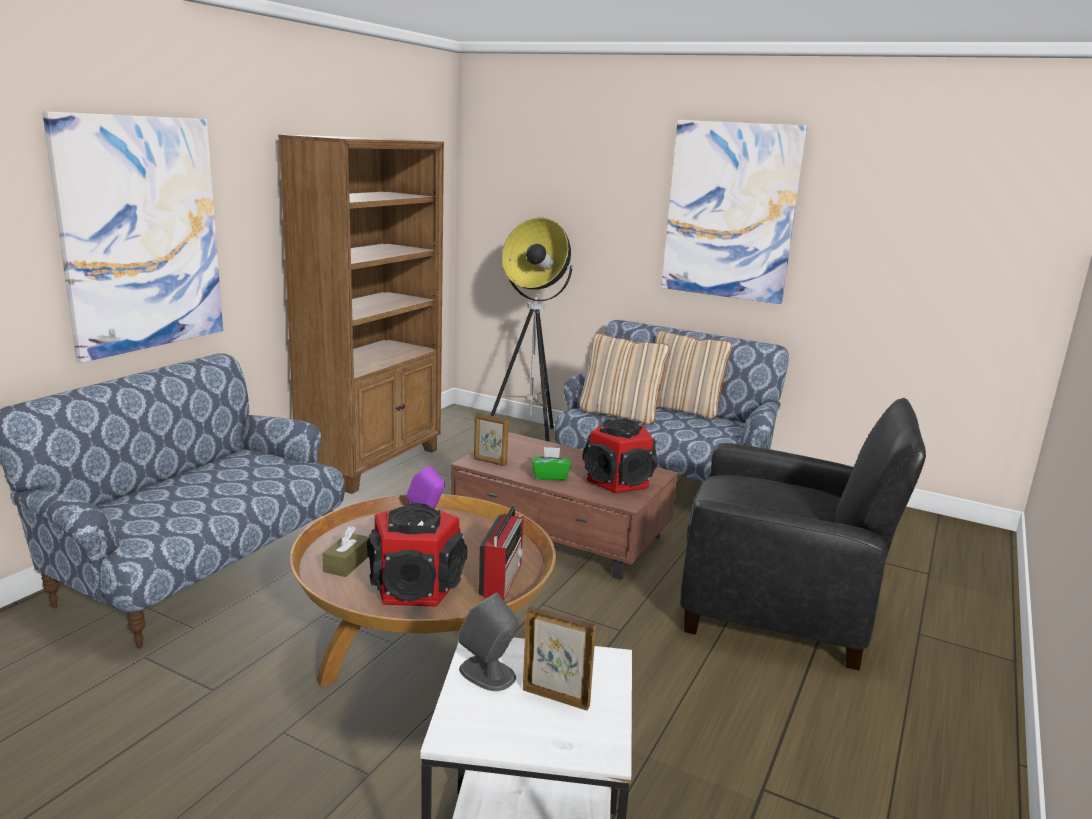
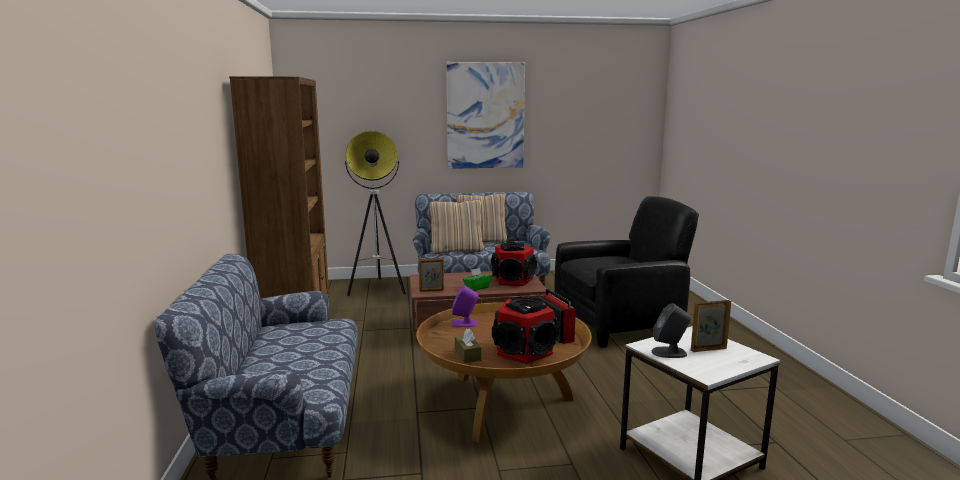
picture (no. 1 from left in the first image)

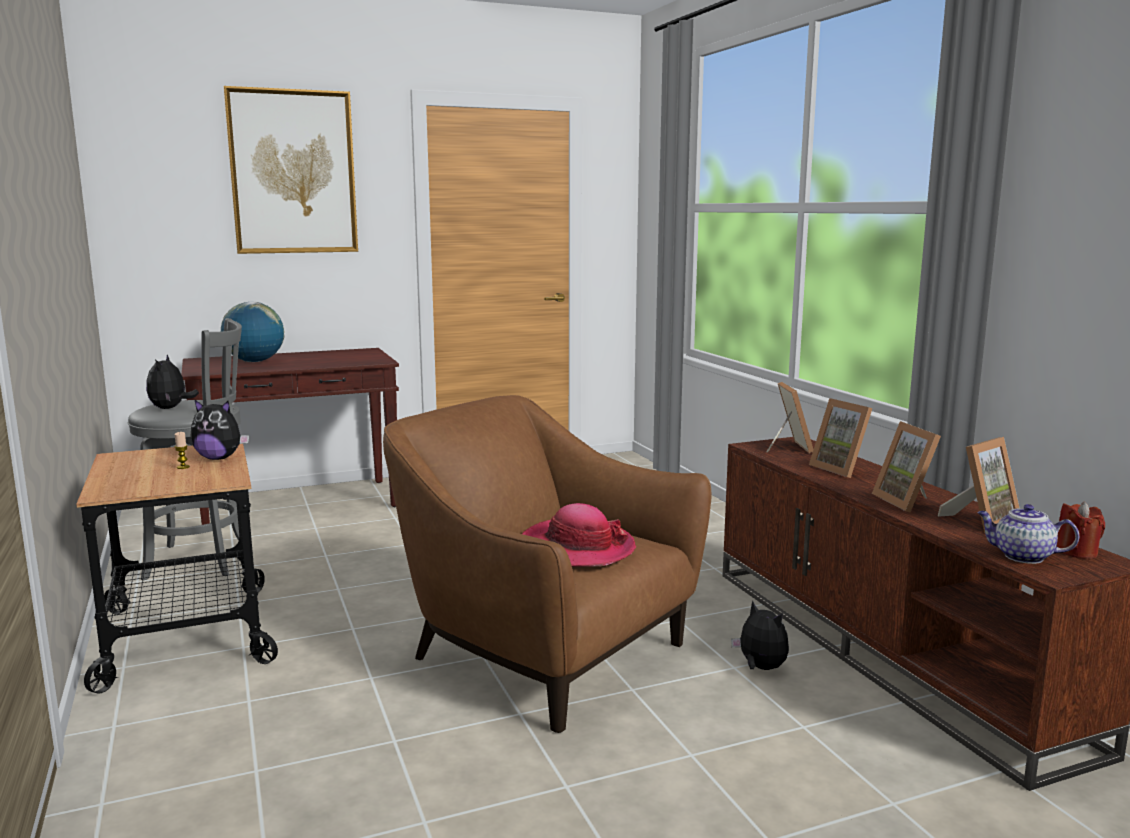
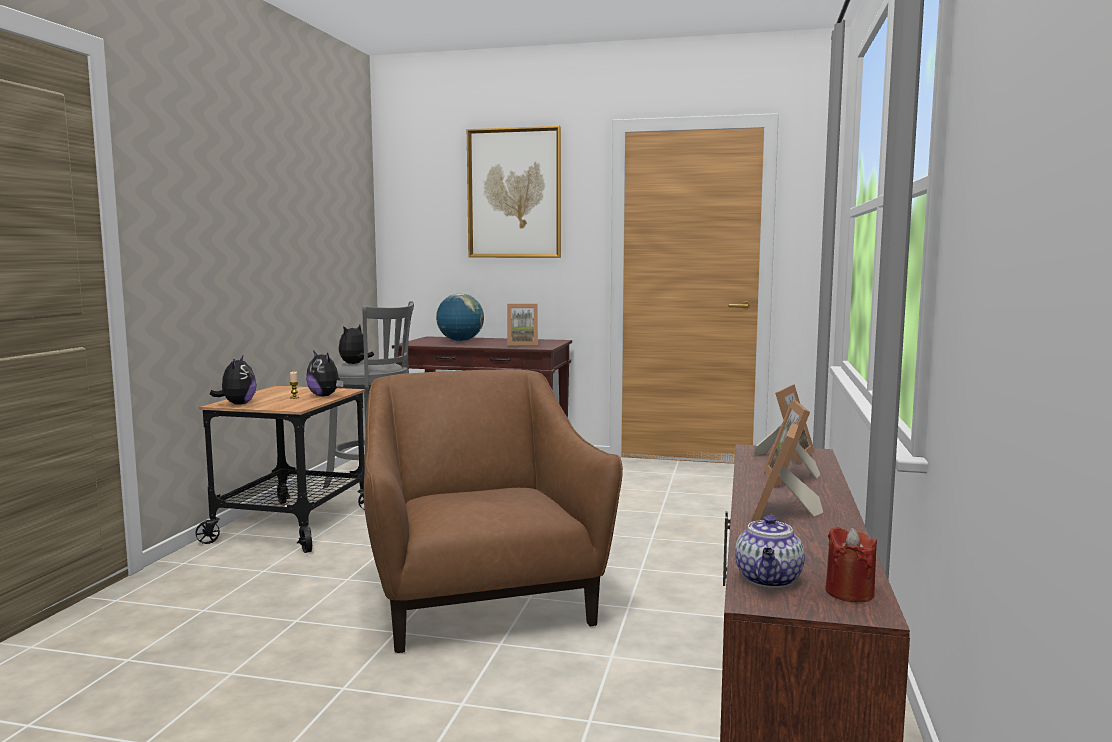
wearable hat
cuddly toy (no. 1 from left)
standing frame (no. 1 from left)
tea pot

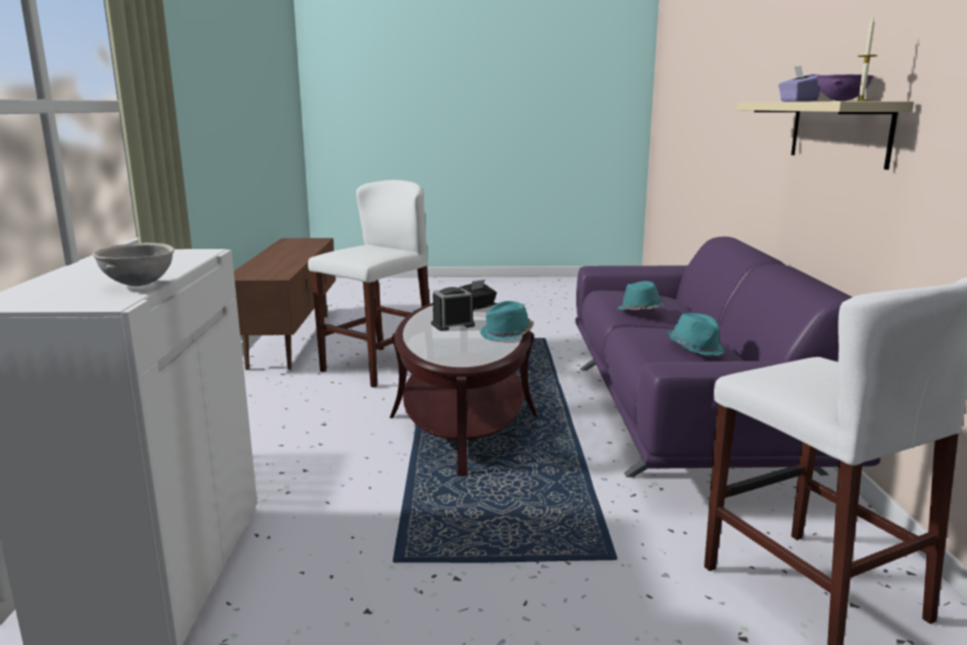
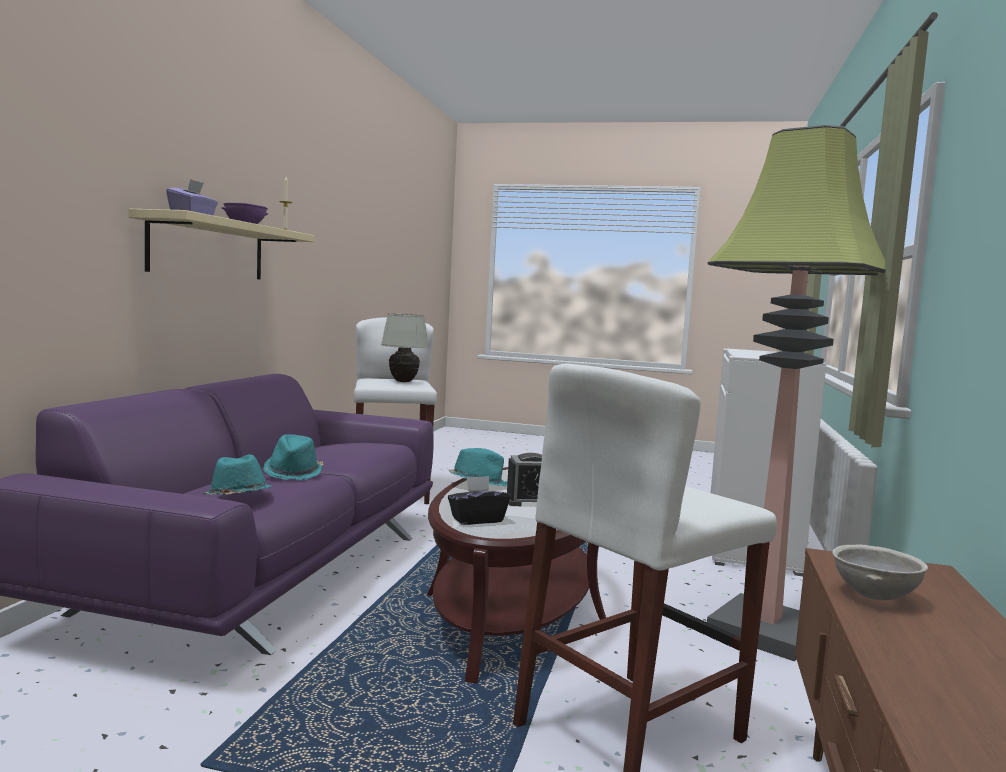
white lamp for a table
standing lamp
greyish deep dish
turquoise-coloured wearable hat (no. 1 from left)

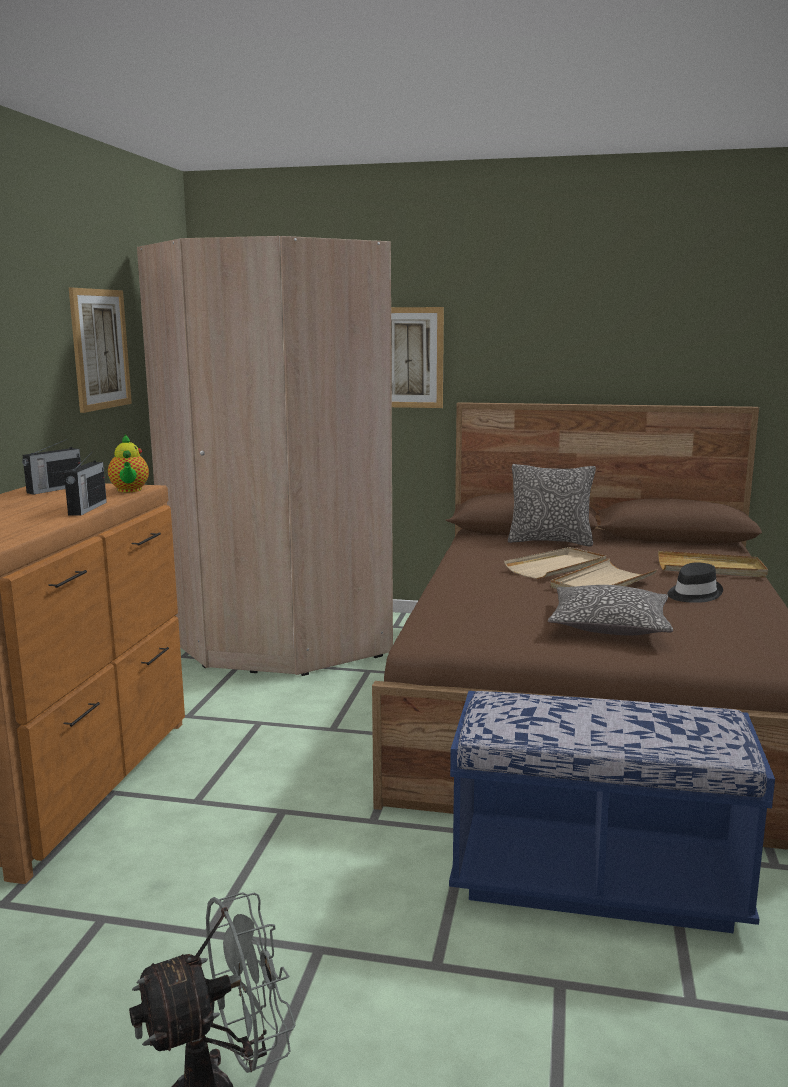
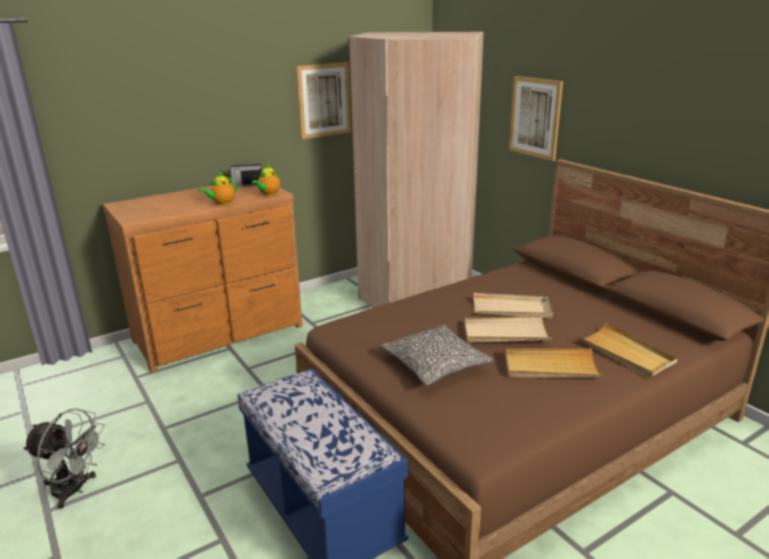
throw pillow (no. 1 from left in the first image)
tea pot (no. 1 from left)
beige-coloured serving tray (no. 3 from left)

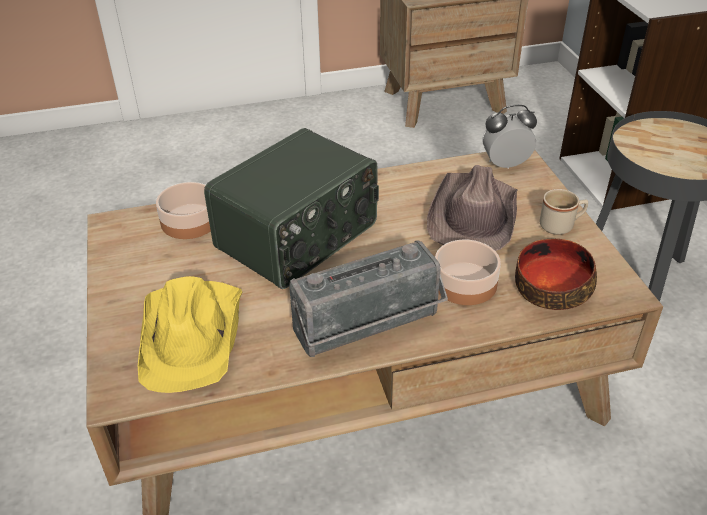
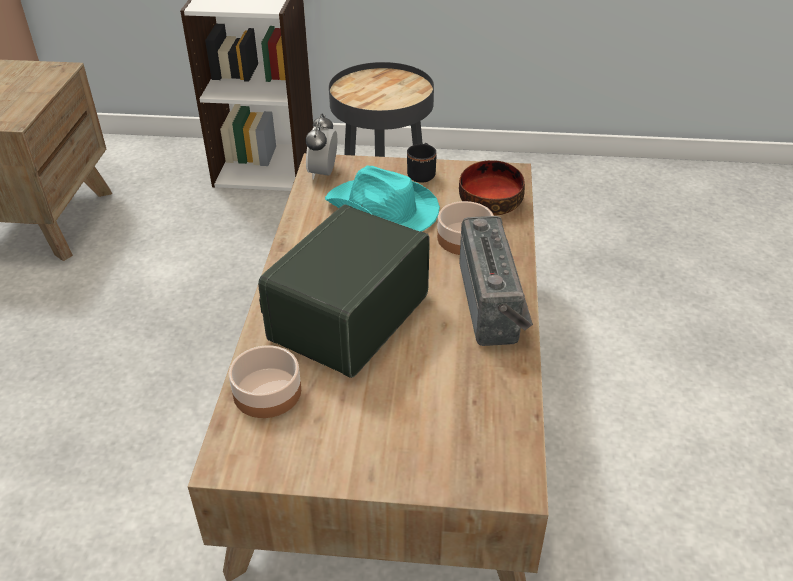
yellowish wearable hat
turquoise-coloured wearable hat
black mug
radio set (no. 1 from left)

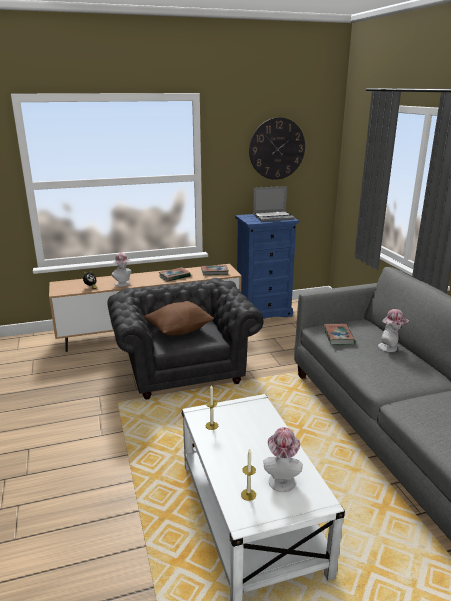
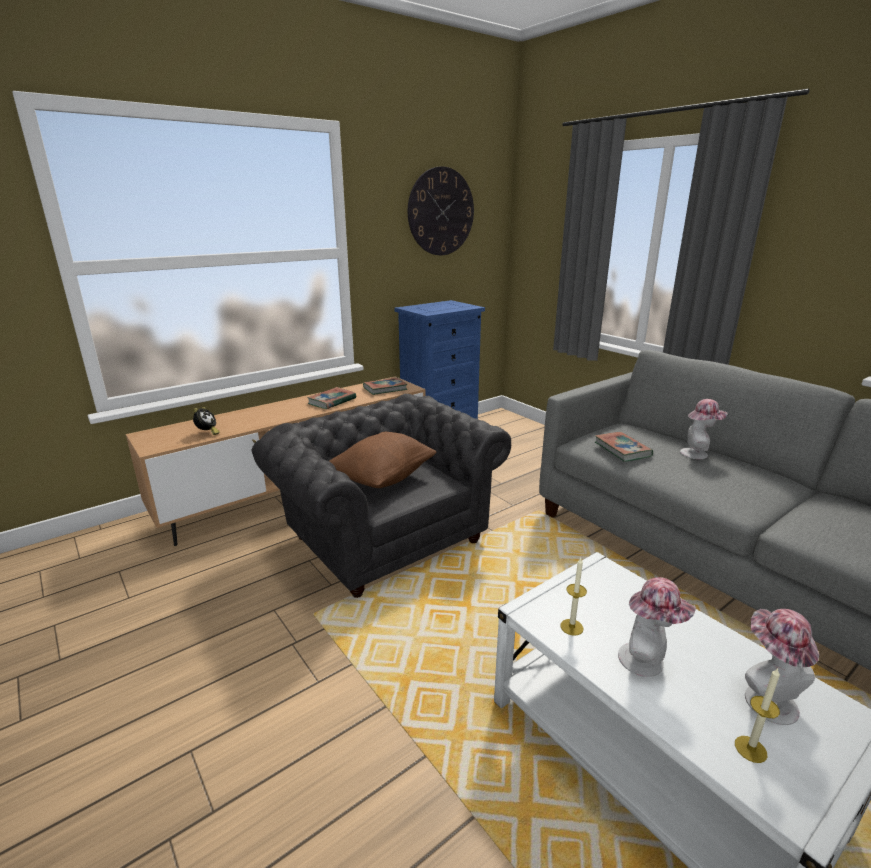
portable computer
wearable hat (no. 1 from left)

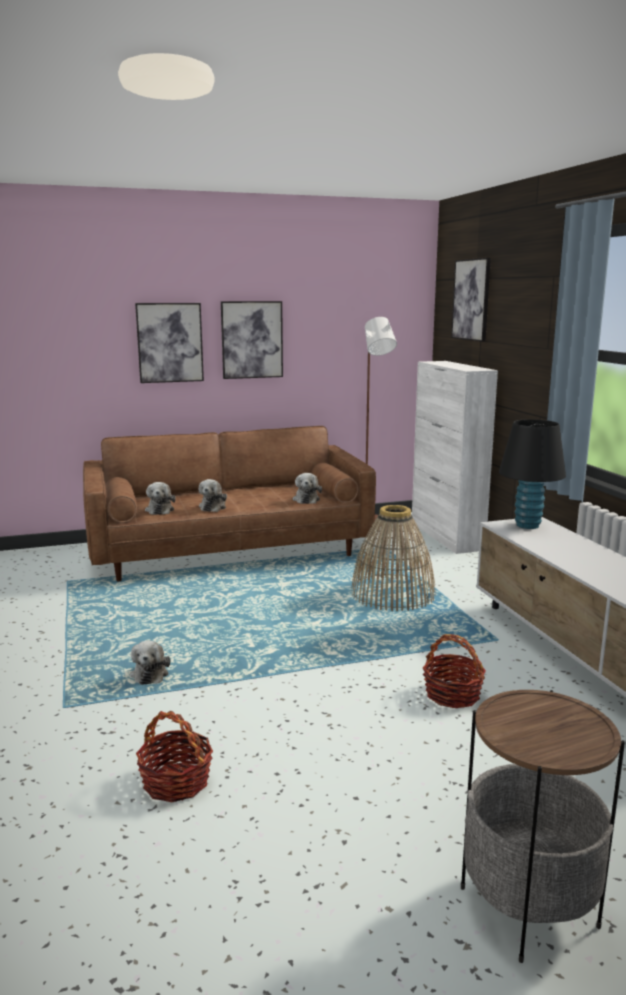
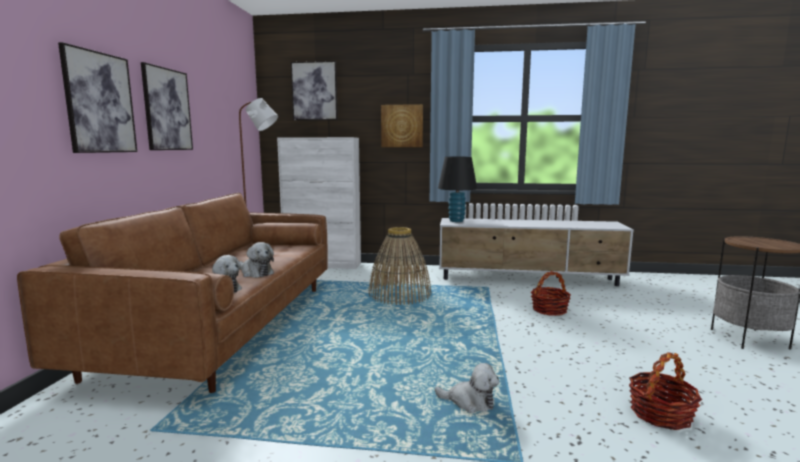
cuddly toy (no. 4 from left in the first image)
picture (no. 4 from left)

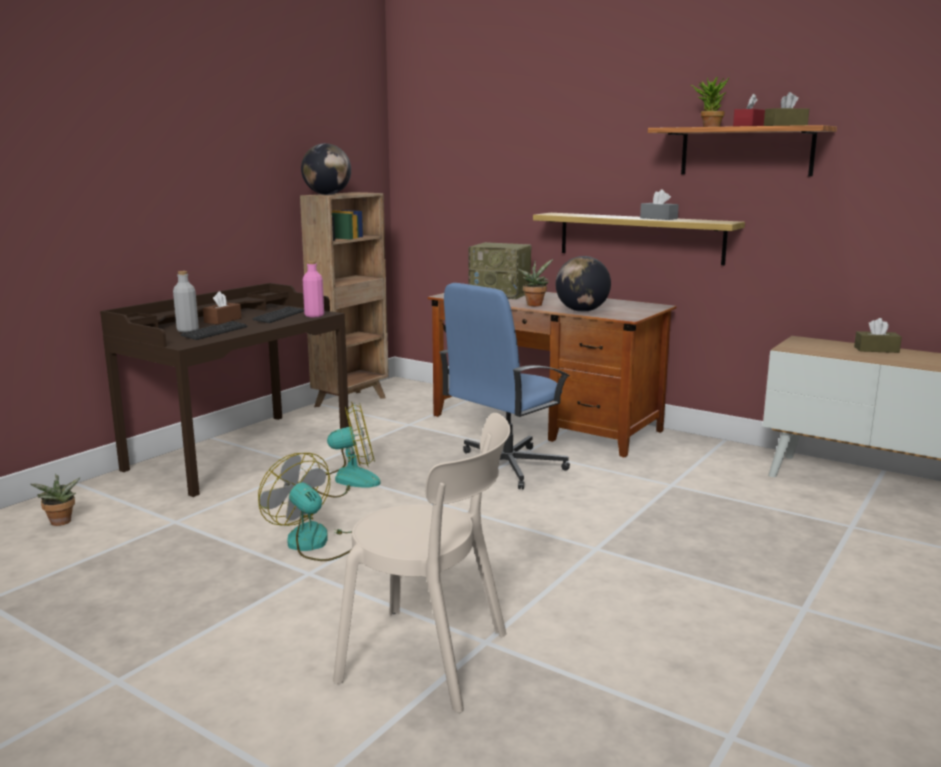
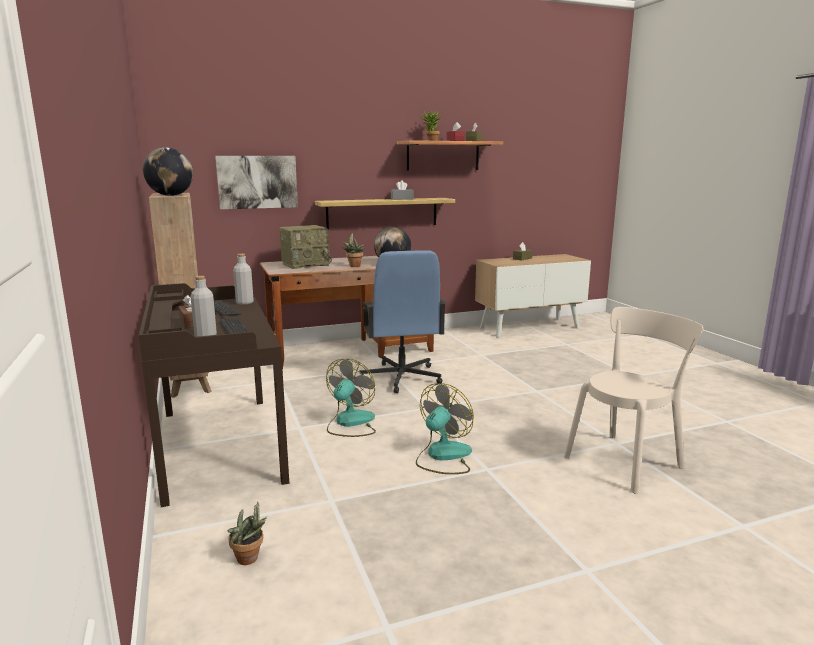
picture
greyish drink bottle (no. 2 from left)
cooling fan (no. 2 from left)

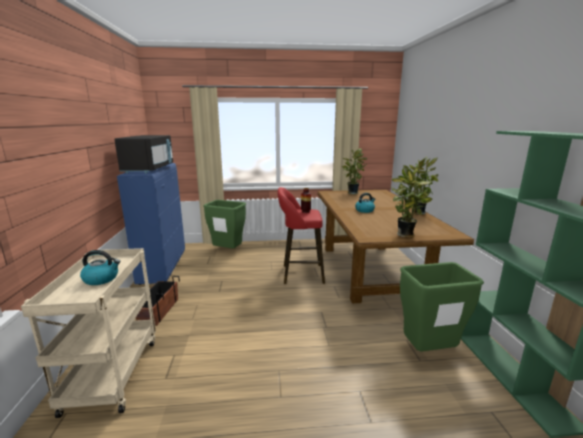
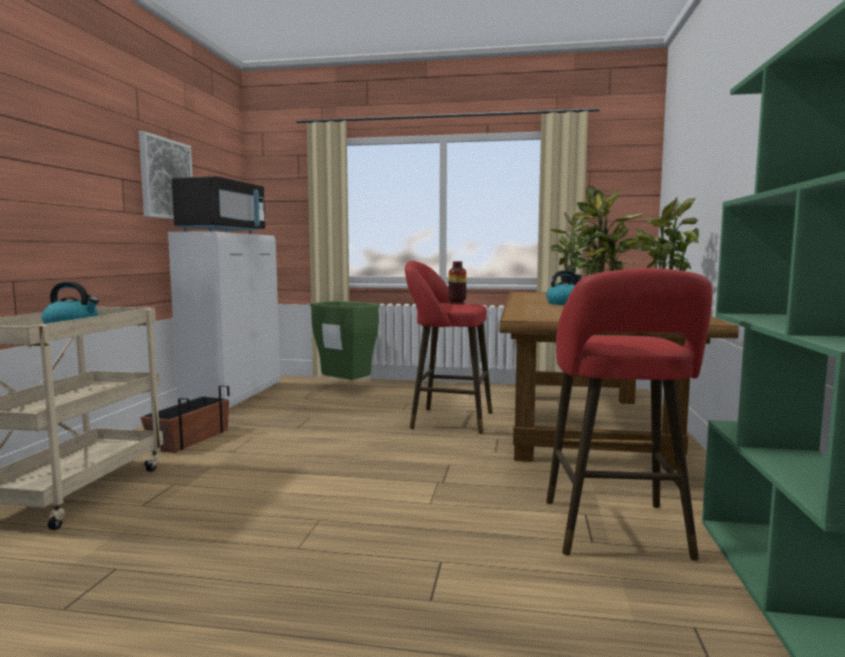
picture
reddish sitting stool (no. 2 from left)
white storage cabinet

